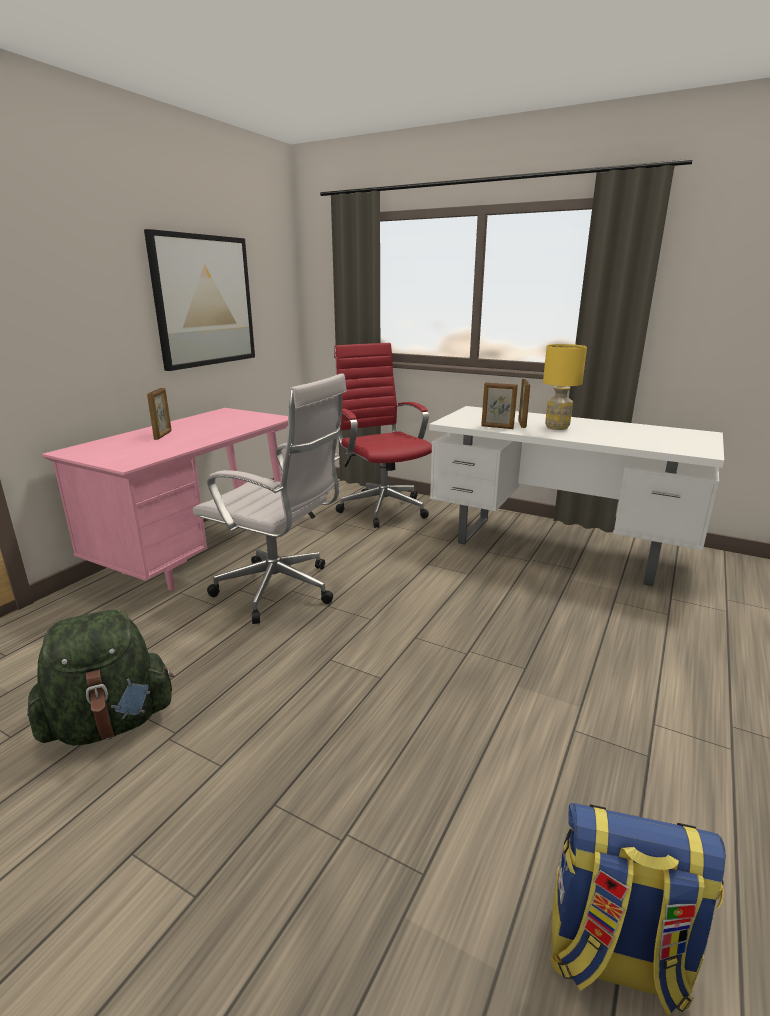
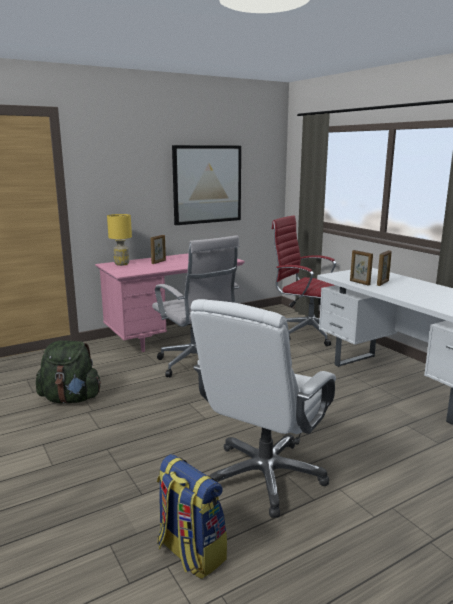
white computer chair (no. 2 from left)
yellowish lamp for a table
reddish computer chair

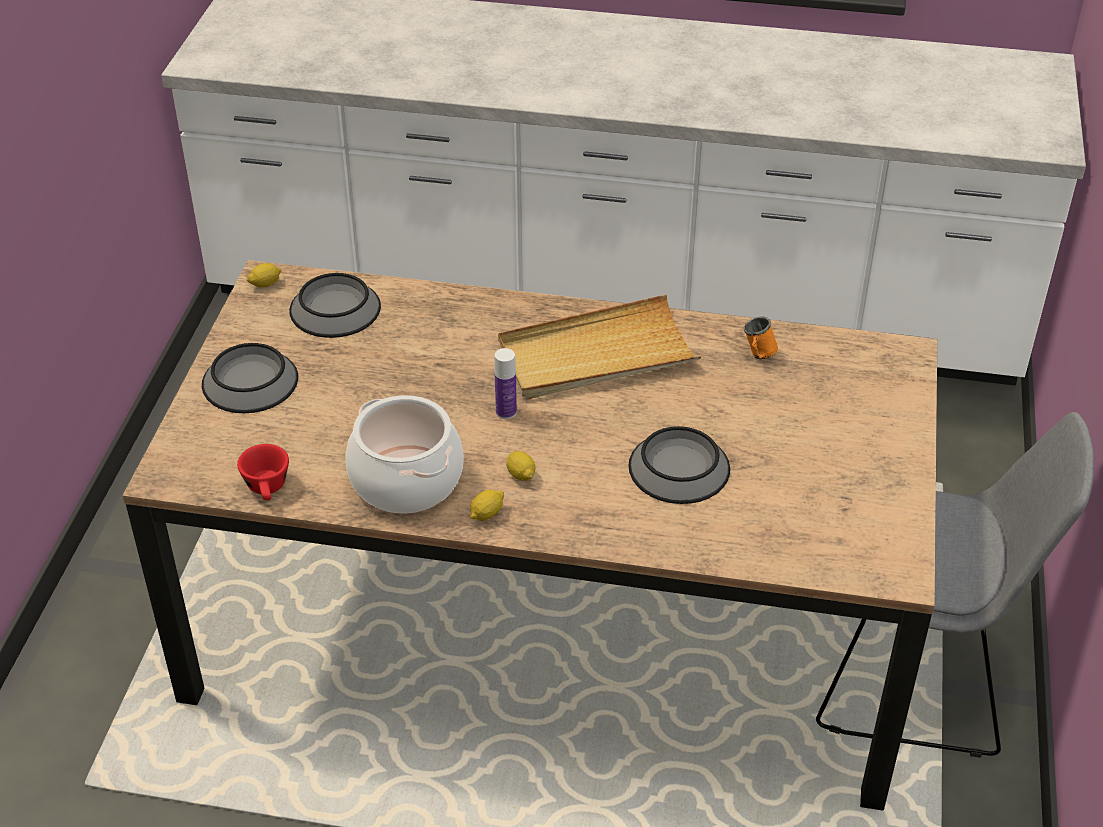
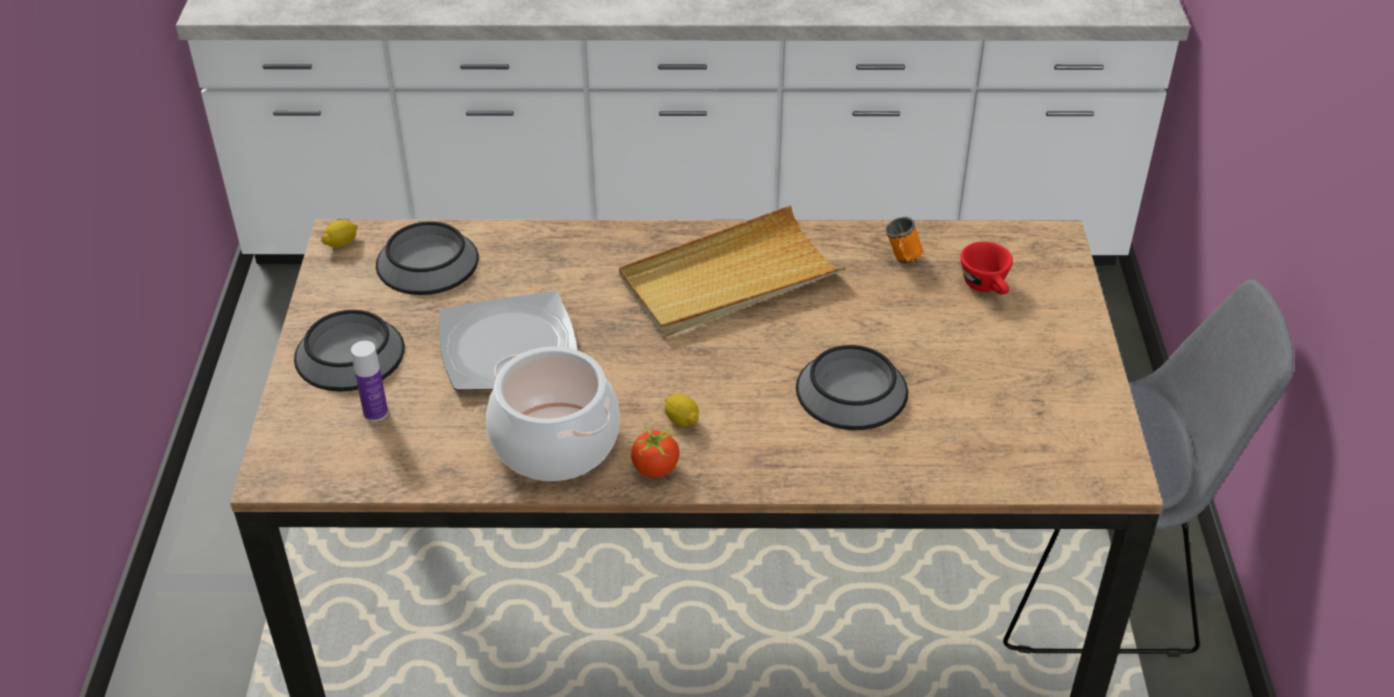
plate
reddish small cup
drink bottle
tomato

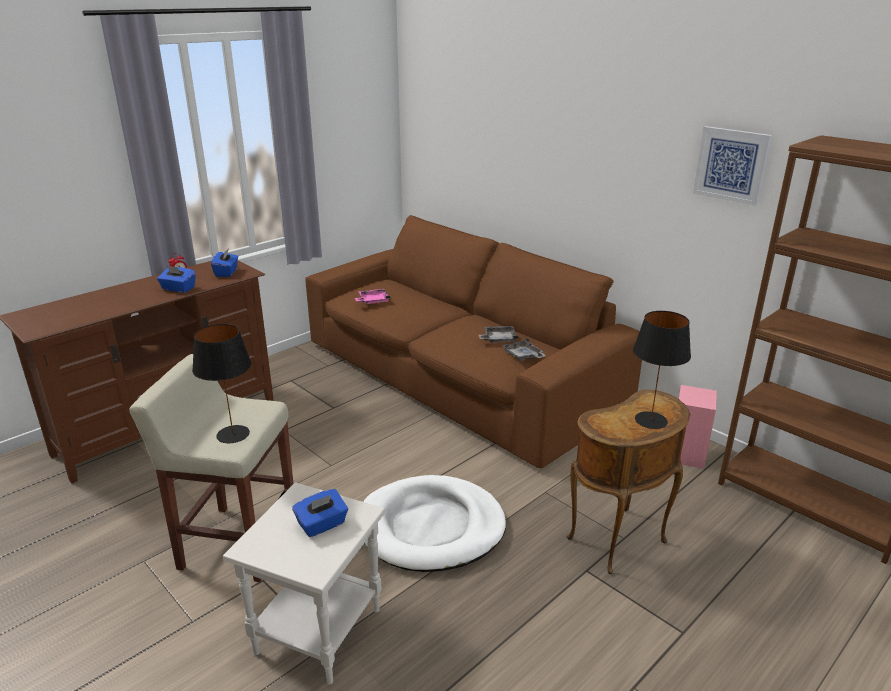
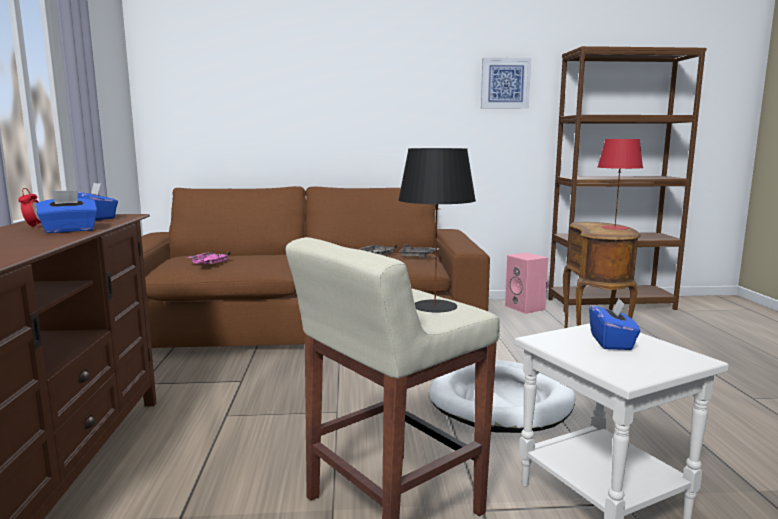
reddish lamp for a table

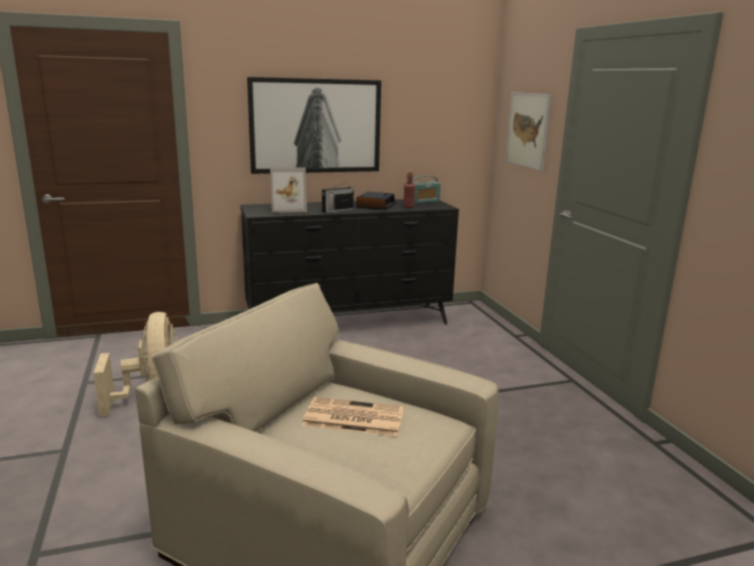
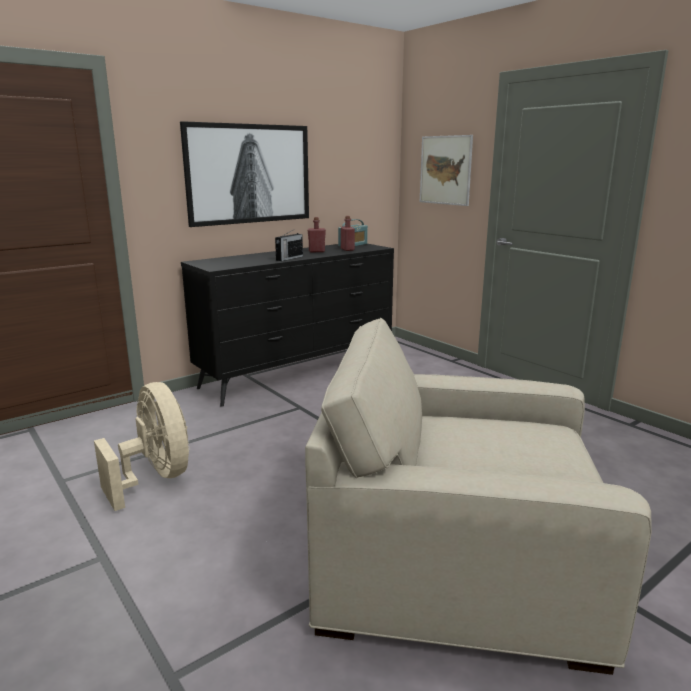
standing frame
daily paper
reddish drink bottle (no. 1 from left)

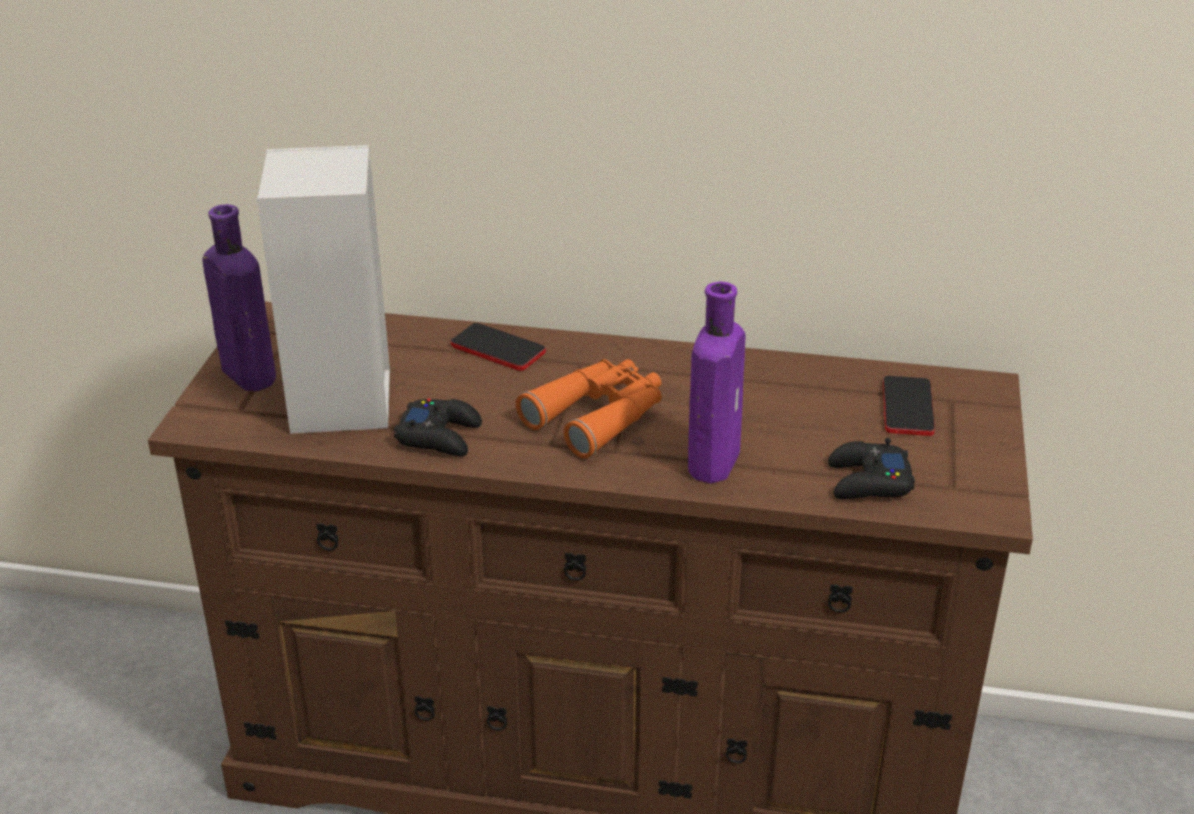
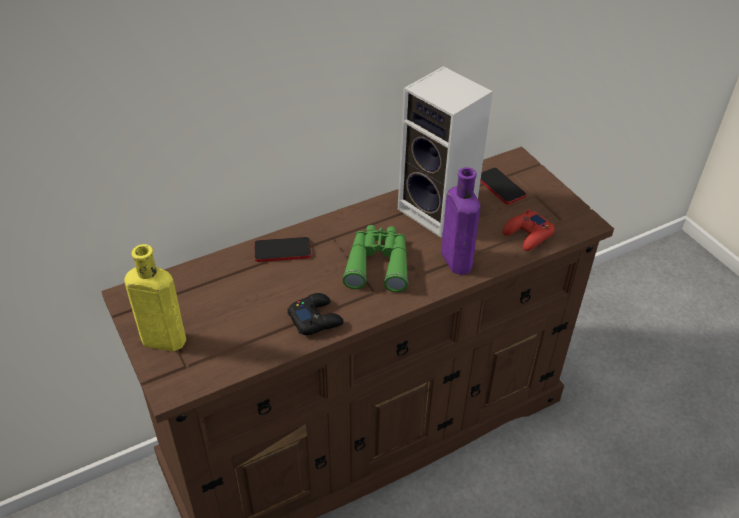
audio speaker
yellowish drink bottle
green-coloured field glasses
reddish game controller

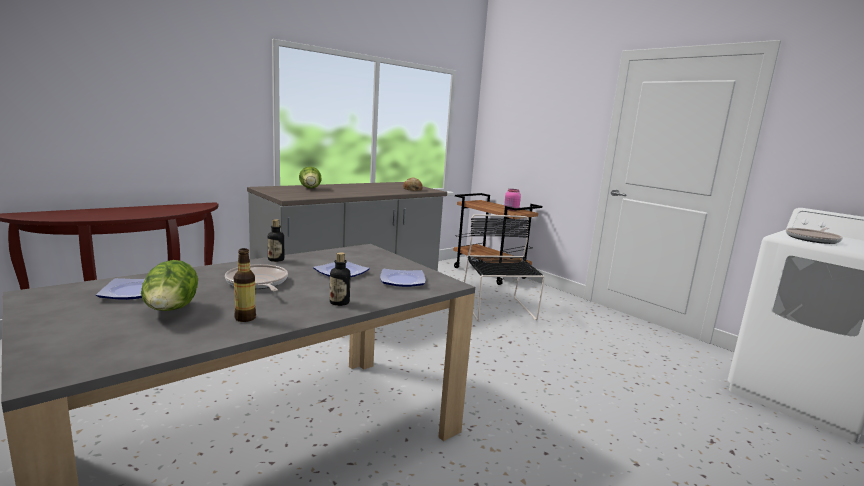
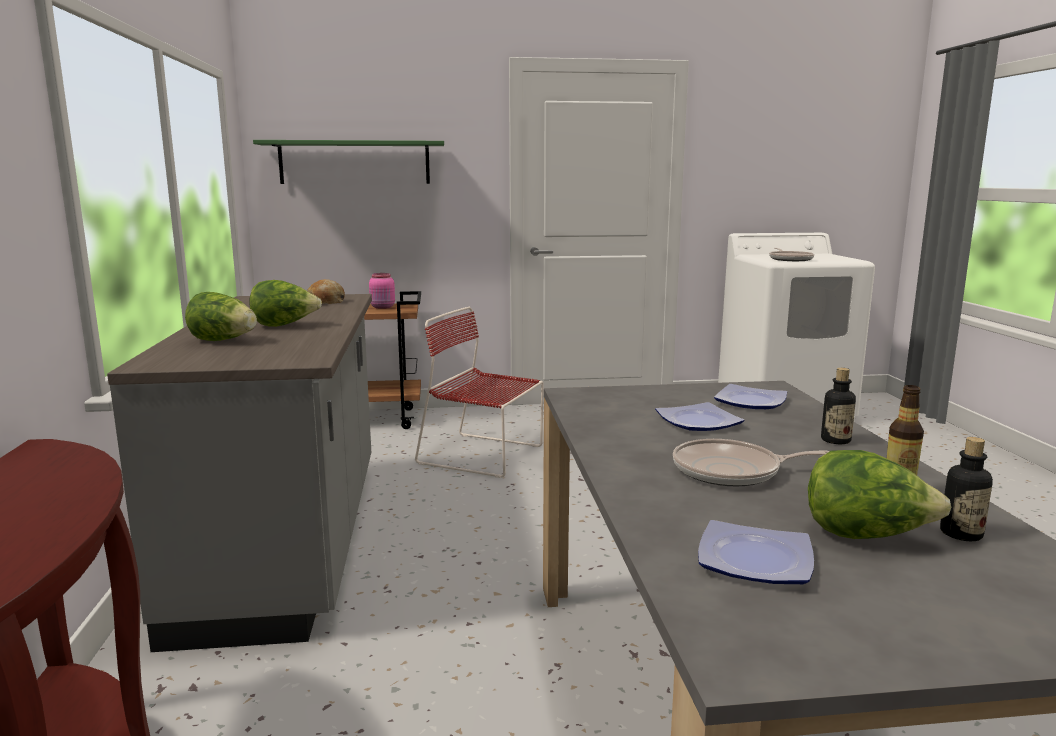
head of lettuce (no. 2 from left)
green-coloured bracket shelf
drink bottle (no. 3 from left)
reddish plain chair

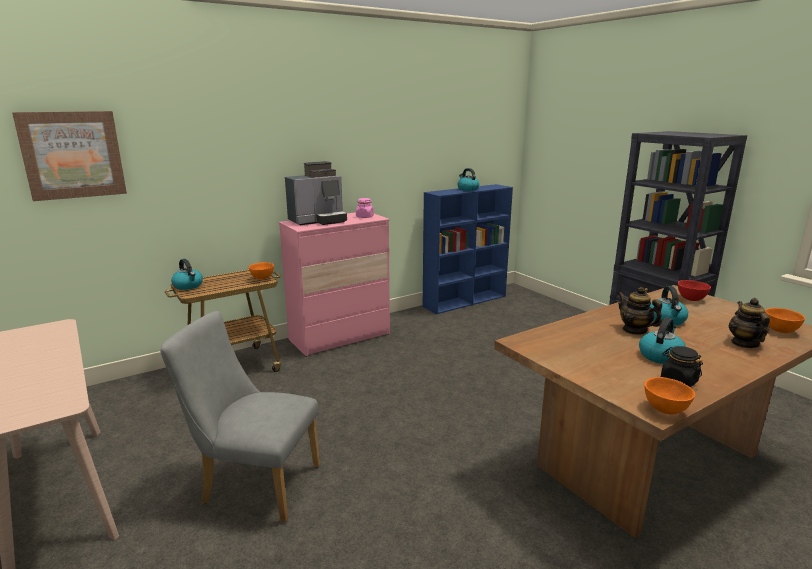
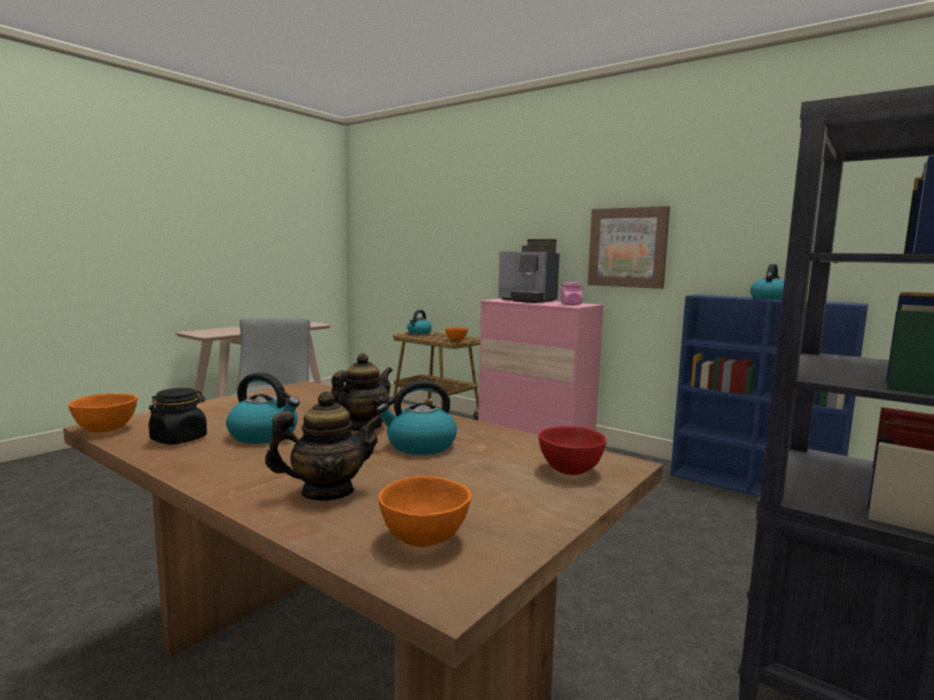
picture

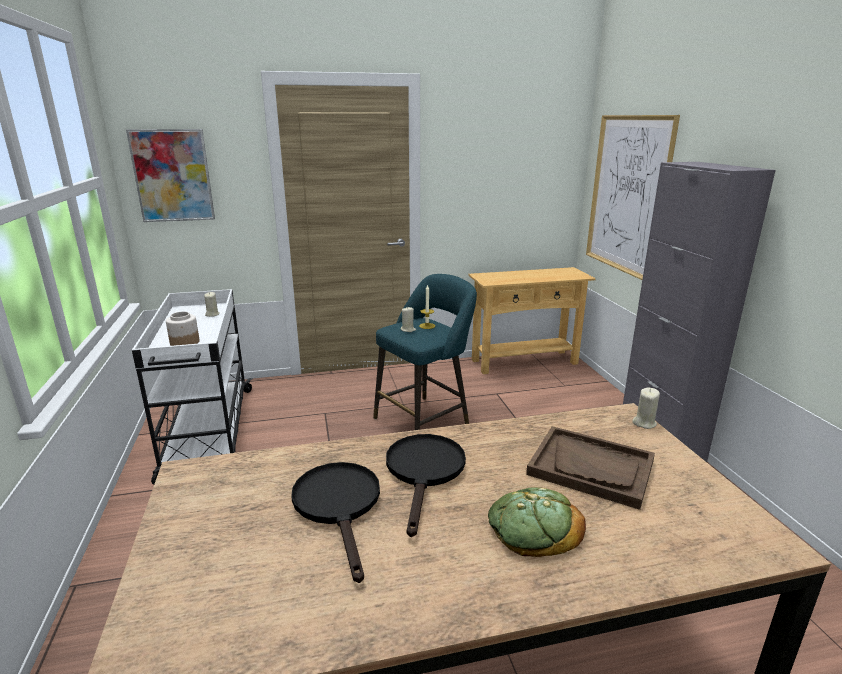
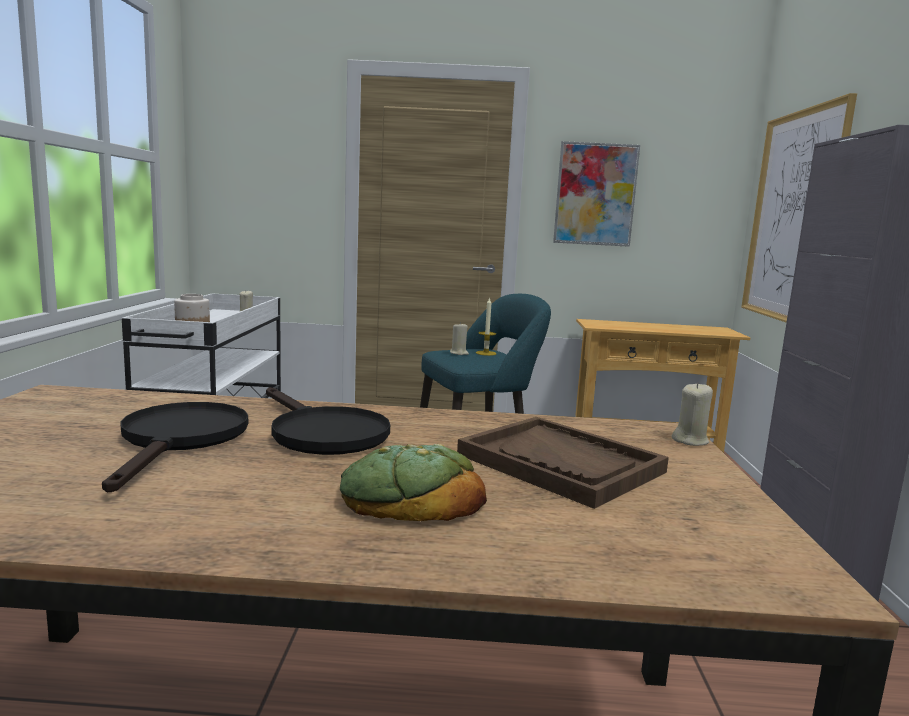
picture (no. 1 from left)
black skillet (no. 2 from left)

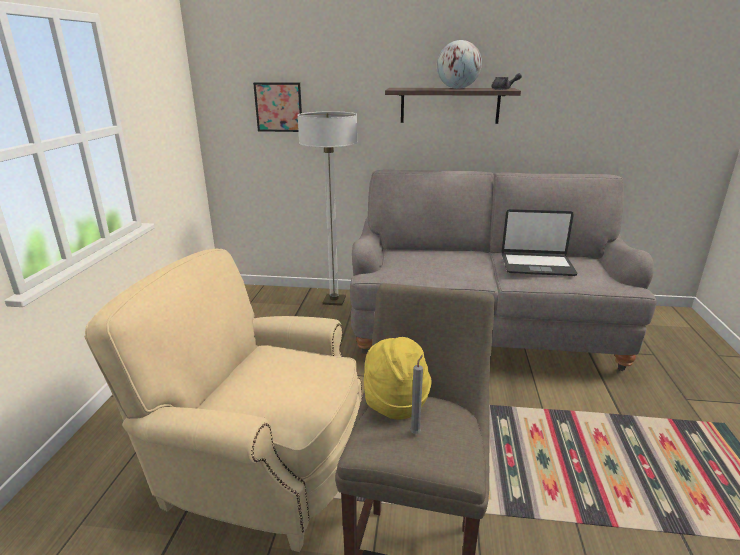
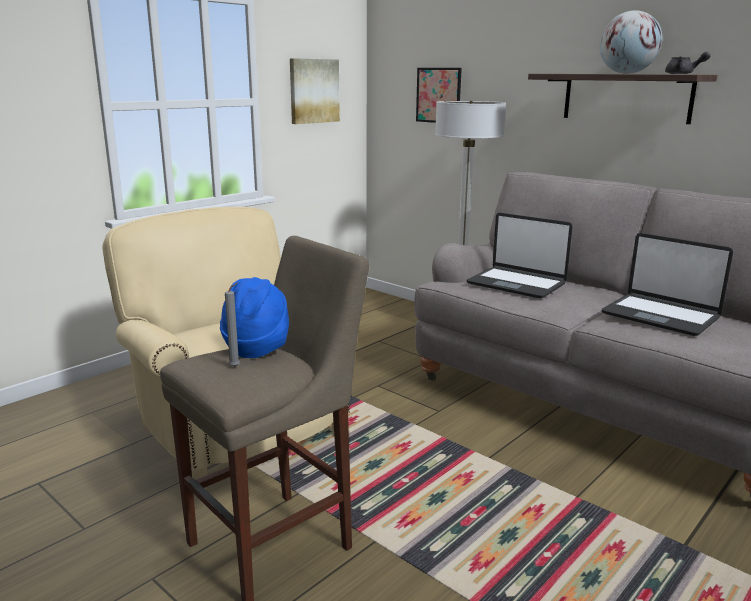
picture (no. 1 from left)
portable computer (no. 1 from left)
blue wearable hat

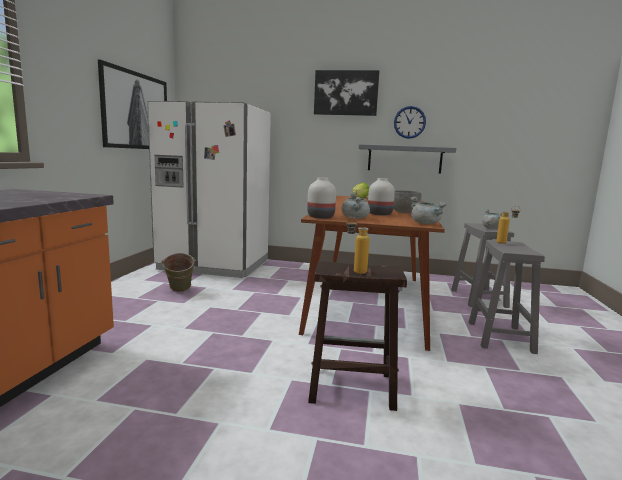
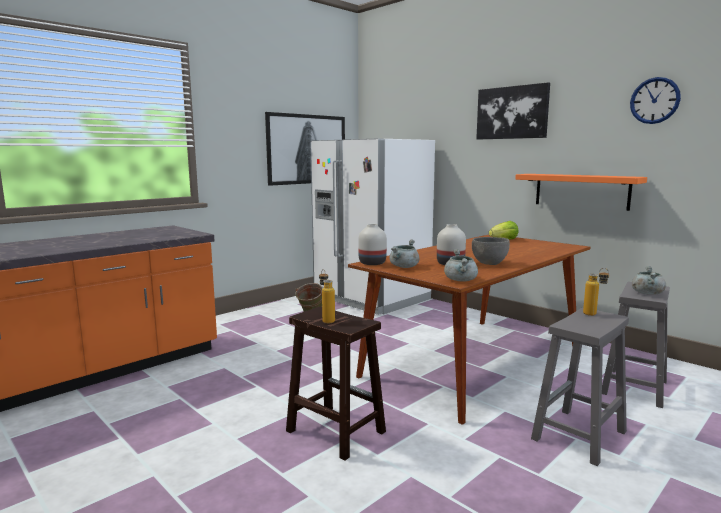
clock on the wall
orange bracket shelf

